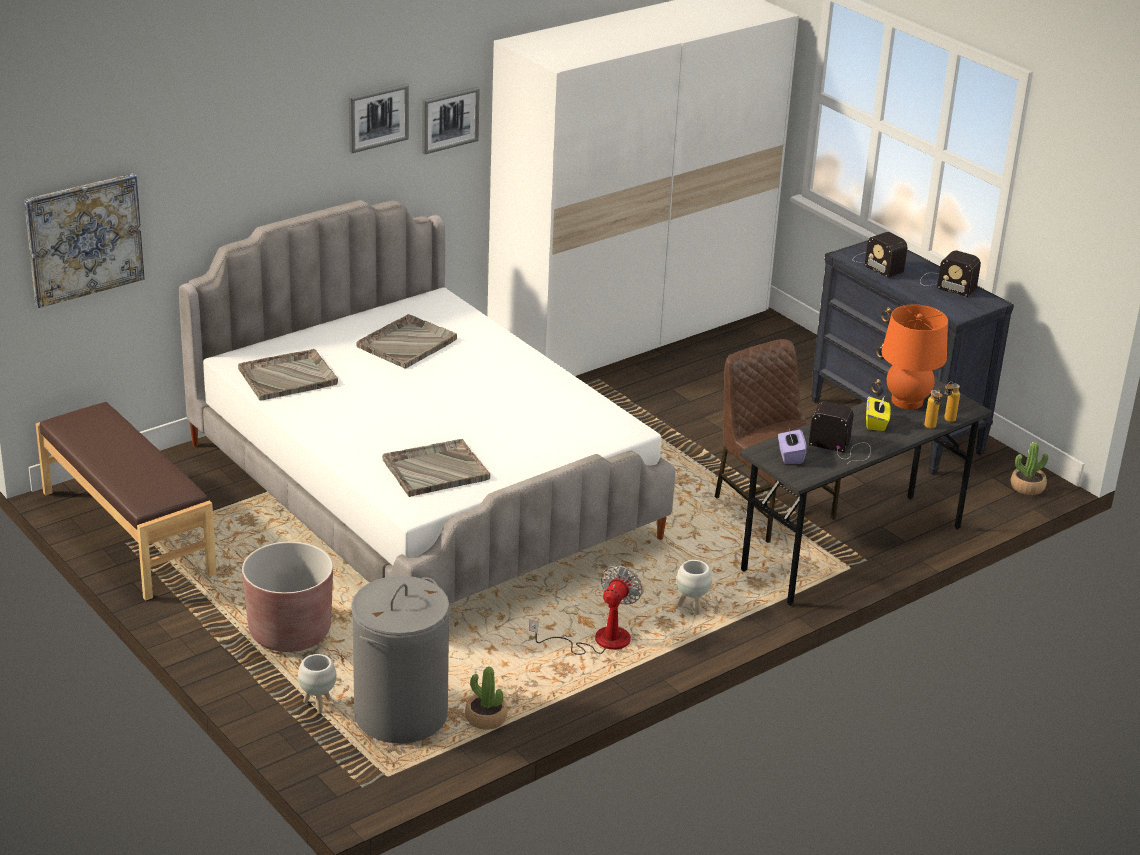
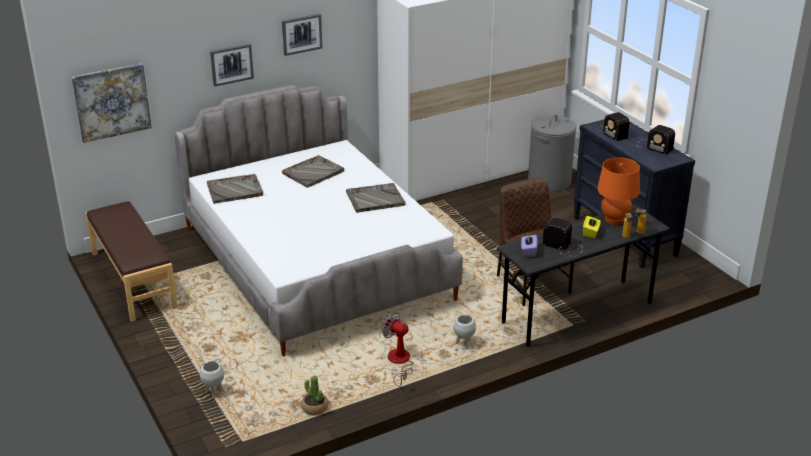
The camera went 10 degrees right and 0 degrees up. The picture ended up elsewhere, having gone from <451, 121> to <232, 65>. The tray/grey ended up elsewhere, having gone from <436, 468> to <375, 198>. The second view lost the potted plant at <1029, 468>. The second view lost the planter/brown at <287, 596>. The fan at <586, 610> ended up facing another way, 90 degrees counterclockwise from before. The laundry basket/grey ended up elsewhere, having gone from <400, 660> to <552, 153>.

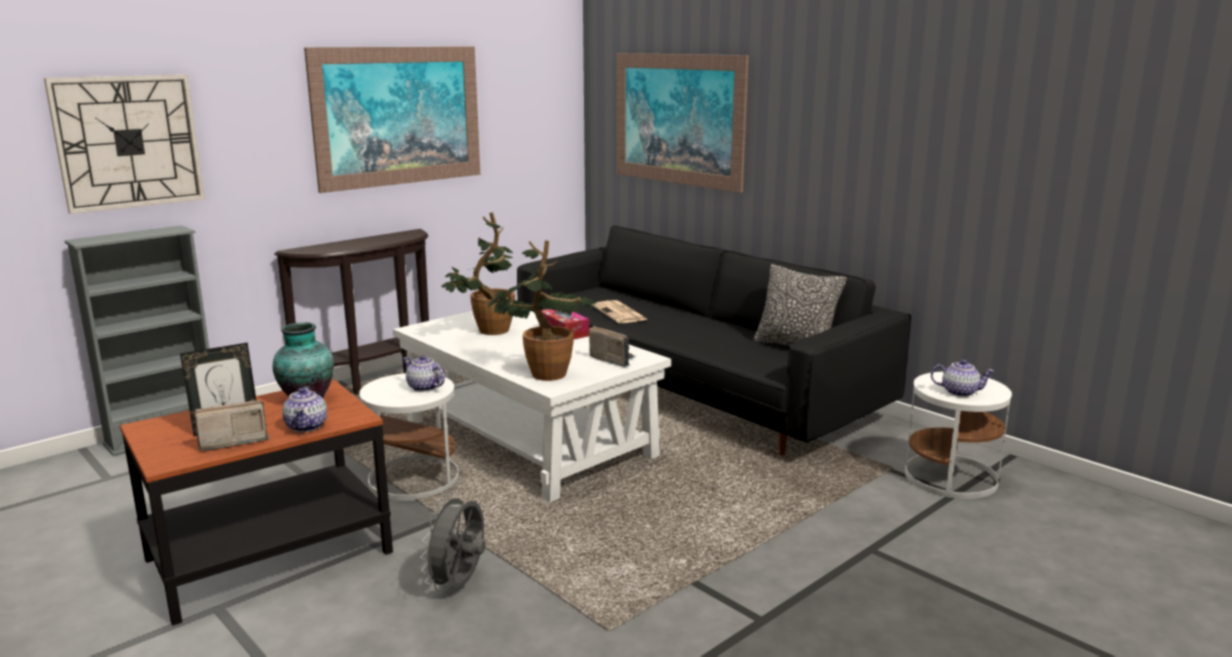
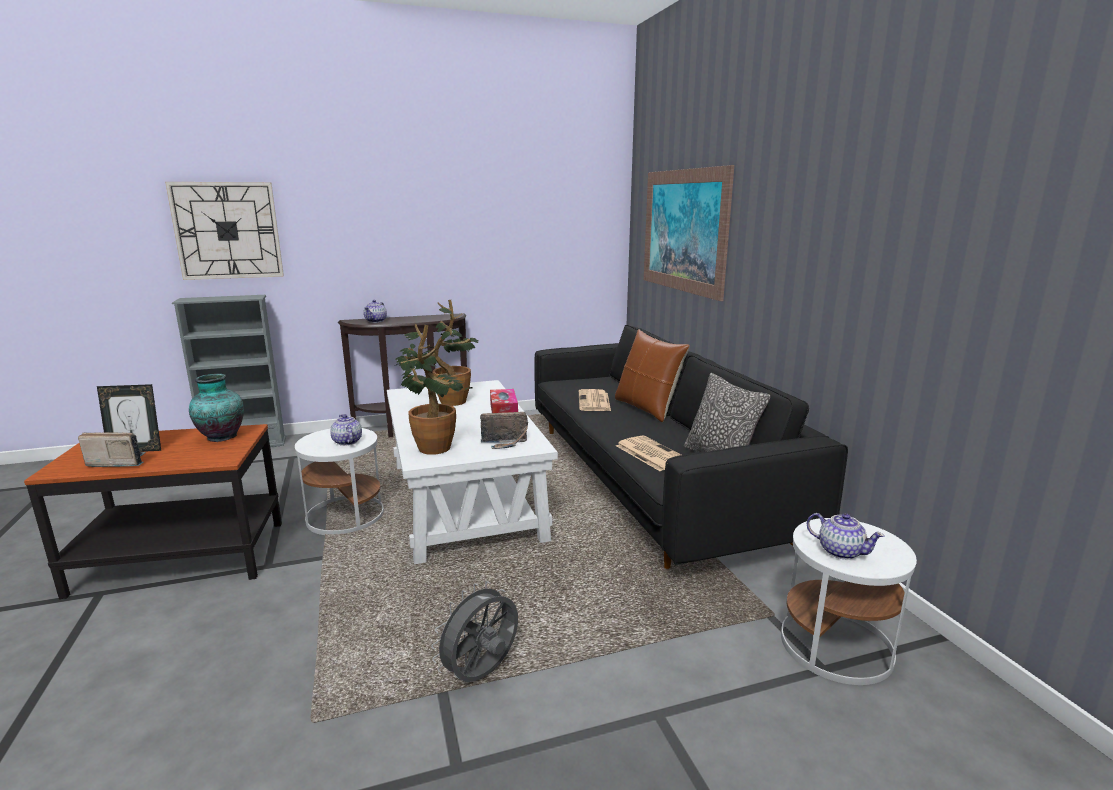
The camera went 25 degrees right and 0 degrees up. The second view lost the picture at <392, 119>. The radio at <612, 346> ended up facing another way, 105 degrees clockwise from before. The teapot ended up elsewhere, having gone from <304, 409> to <375, 311>. The fan/grey ended up elsewhere, having gone from <453, 541> to <474, 631>. The second view gained the pillow/brown at <652, 375>. The second view gained the newspaper at <648, 453>.

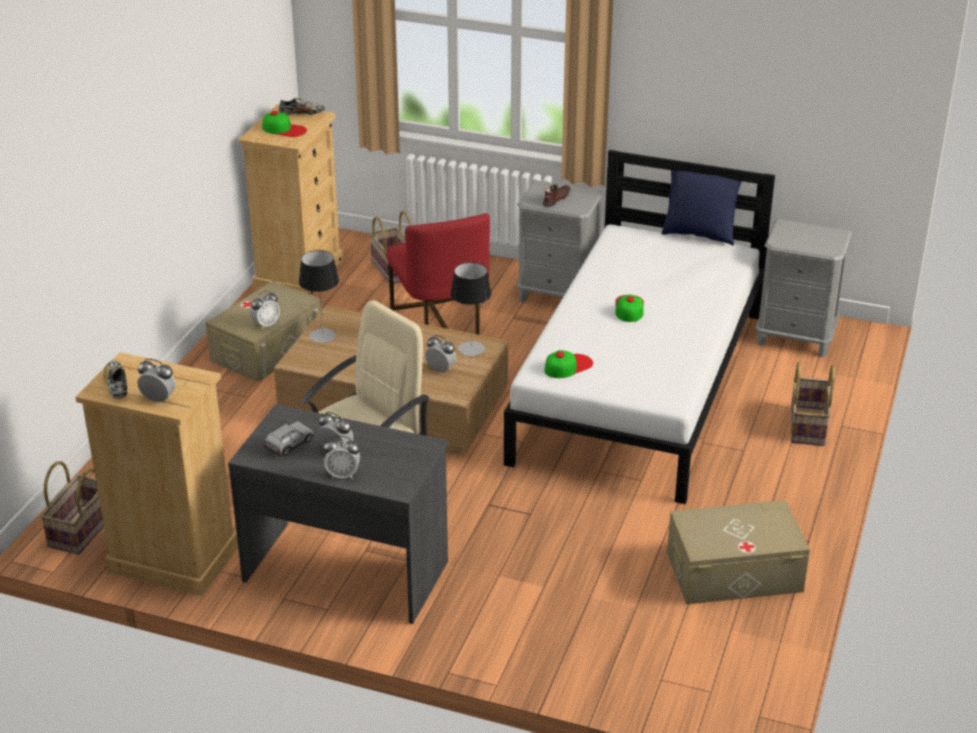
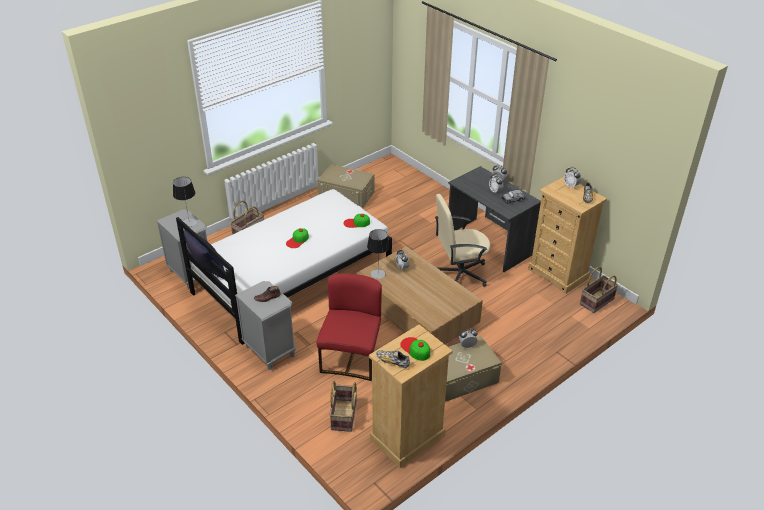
The camera went 150 degrees left and 5 degrees up. The table lamp ended up elsewhere, having gone from <319, 296> to <185, 202>.

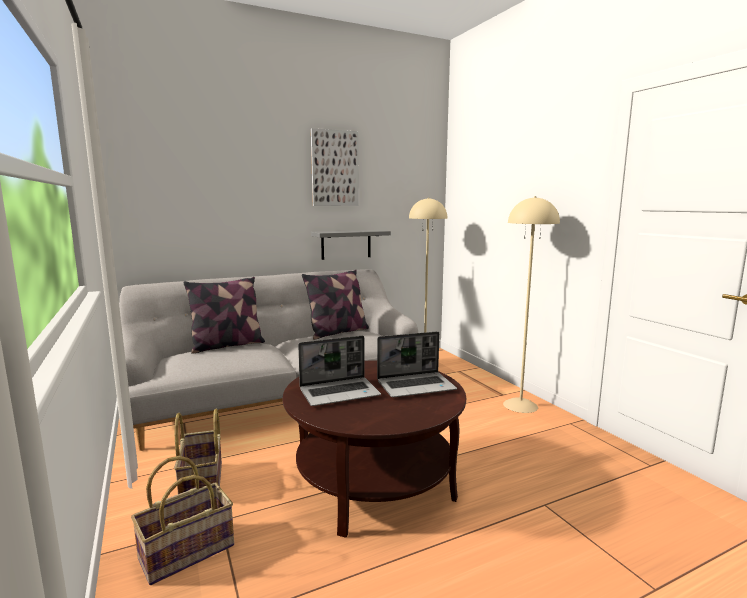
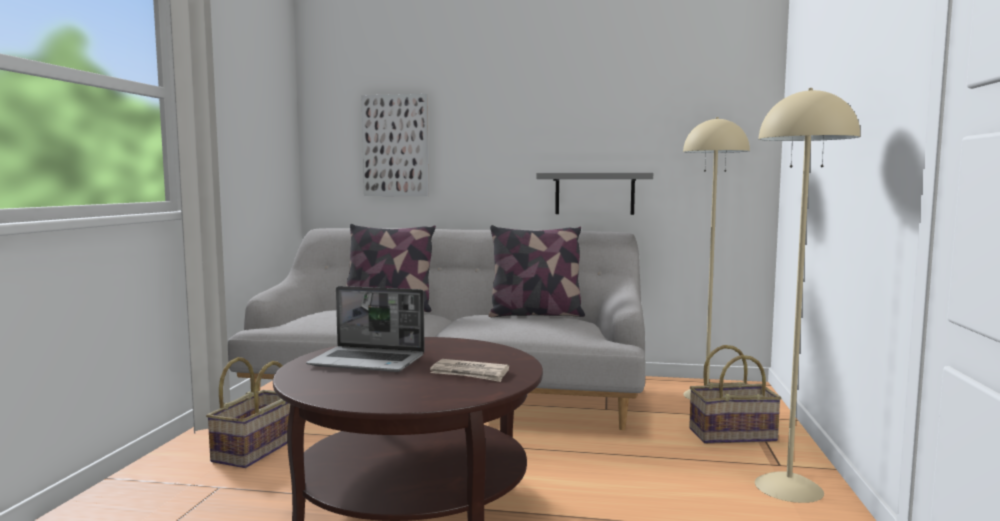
The camera went 35 degrees right and 5 degrees down. The picture ended up elsewhere, having gone from <335, 167> to <395, 145>. Where the laptop stood at <417, 364>, the newspaper came to stand at <469, 370>. The basket ended up elsewhere, having gone from <182, 520> to <735, 394>.

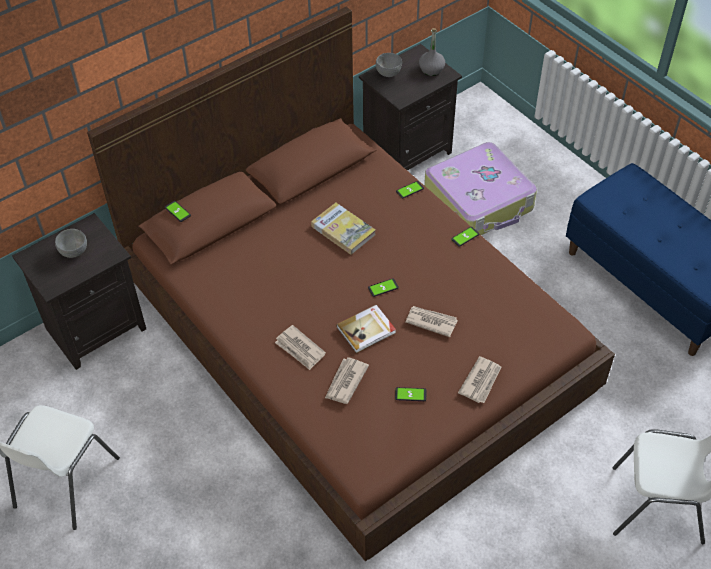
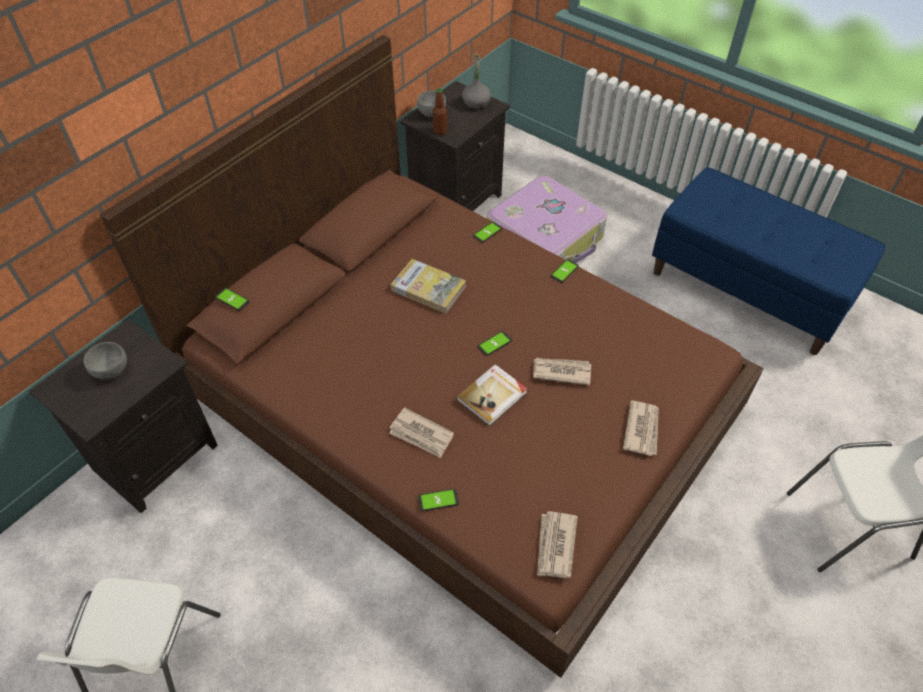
The camera went 15 degrees left and 0 degrees up. The newspaper ended up elsewhere, having gone from <347, 380> to <557, 544>. The phone ended up elsewhere, having gone from <410, 394> to <438, 500>. The second view gained the bottle at <440, 111>.

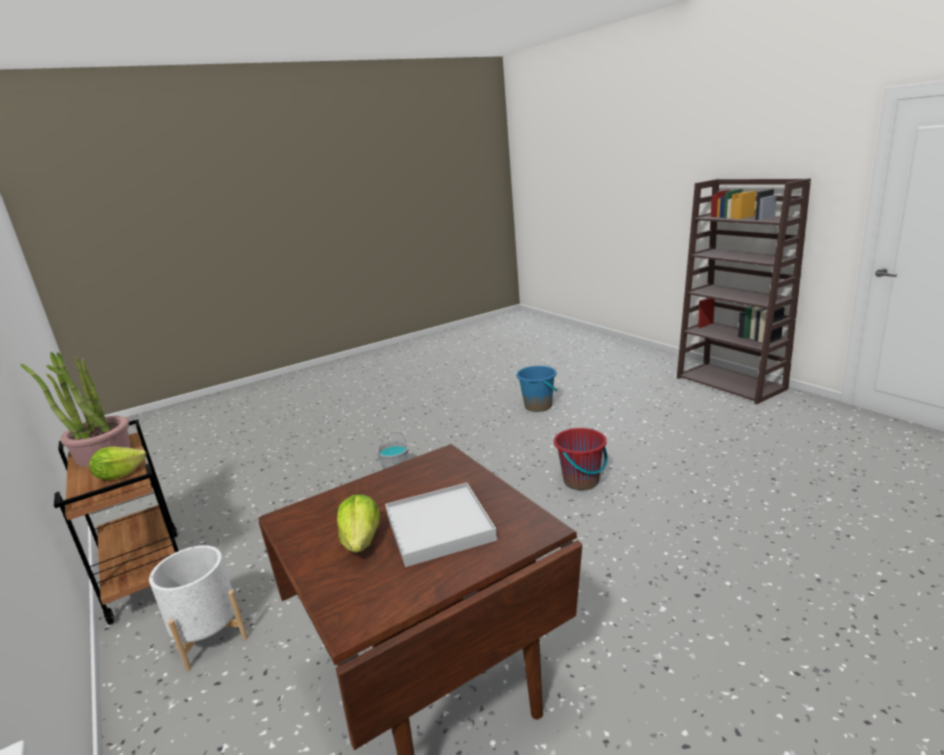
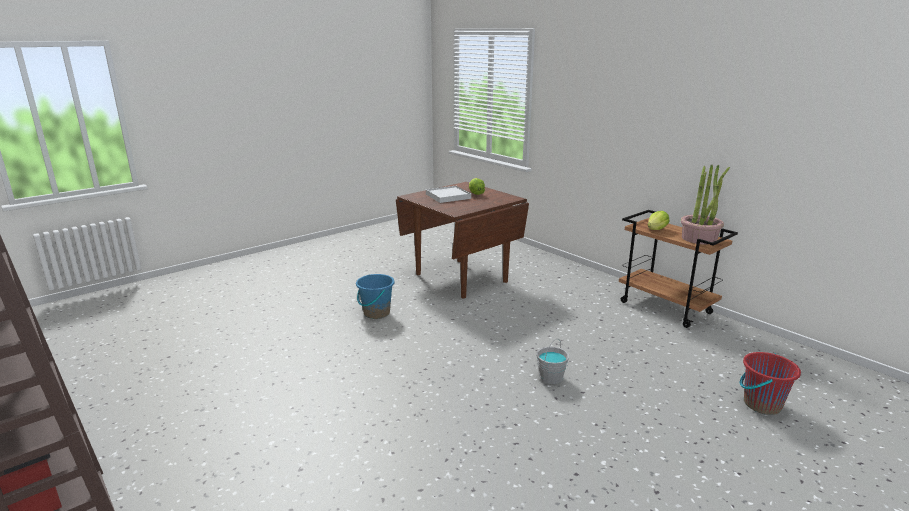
The camera went 170 degrees right and 0 degrees up. The bucket/blue ended up elsewhere, having gone from <537, 389> to <375, 296>. The bucket/red ended up elsewhere, having gone from <581, 459> to <770, 383>. The second view lost the planter/white at <198, 608>.

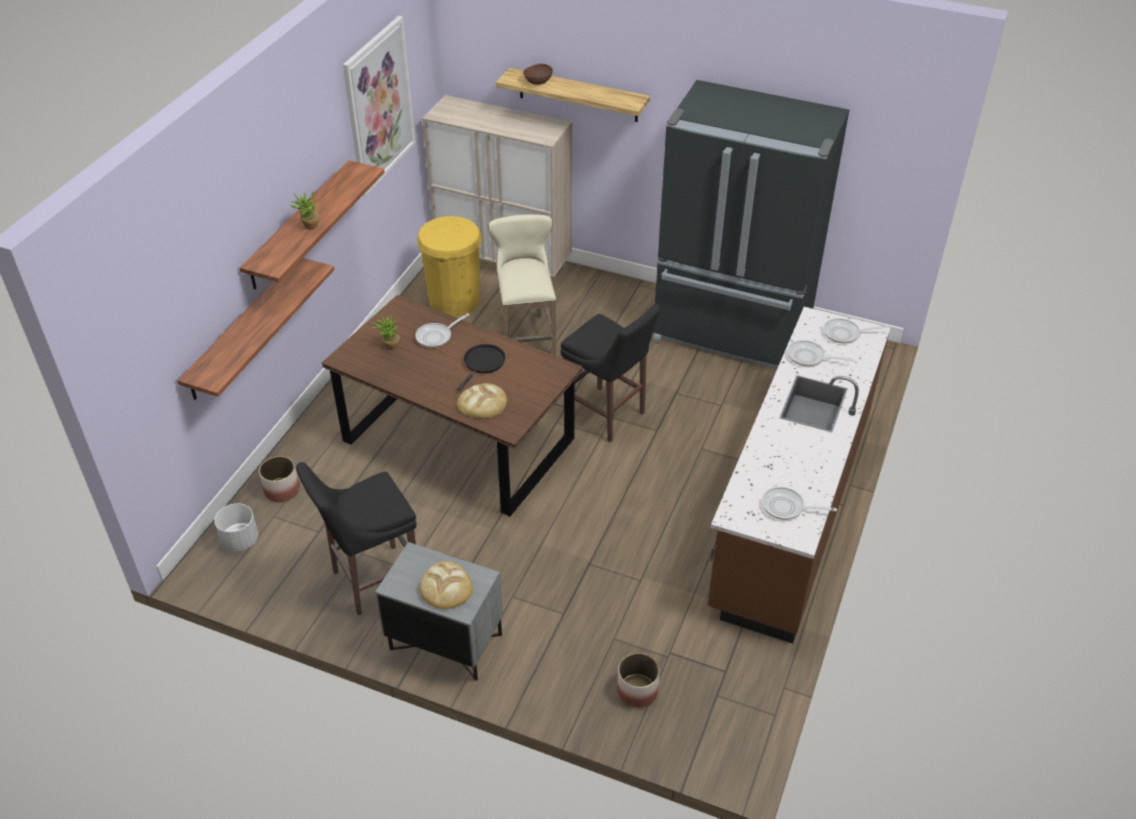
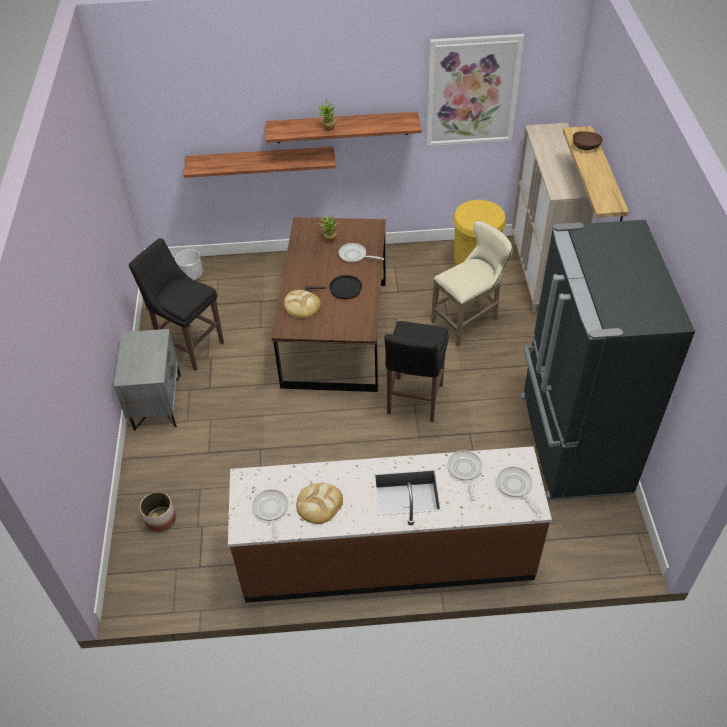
The camera went 65 degrees right and 5 degrees up. The second view lost the planter at <279, 479>. The bread ended up elsewhere, having gone from <446, 585> to <319, 503>.

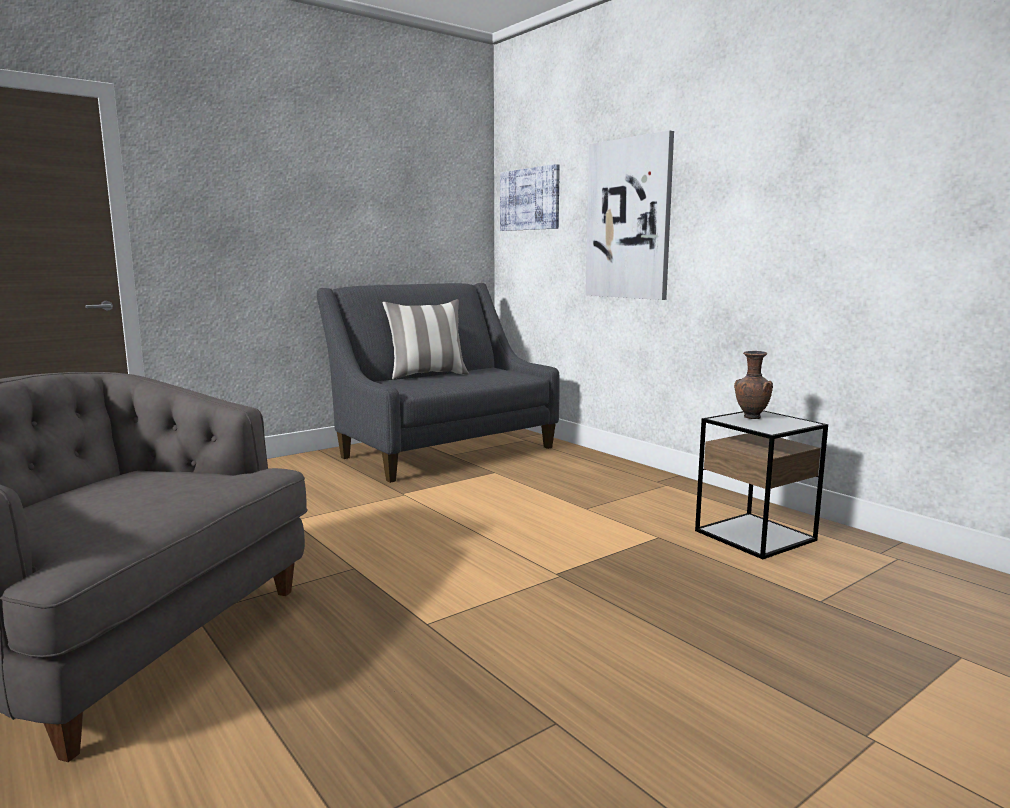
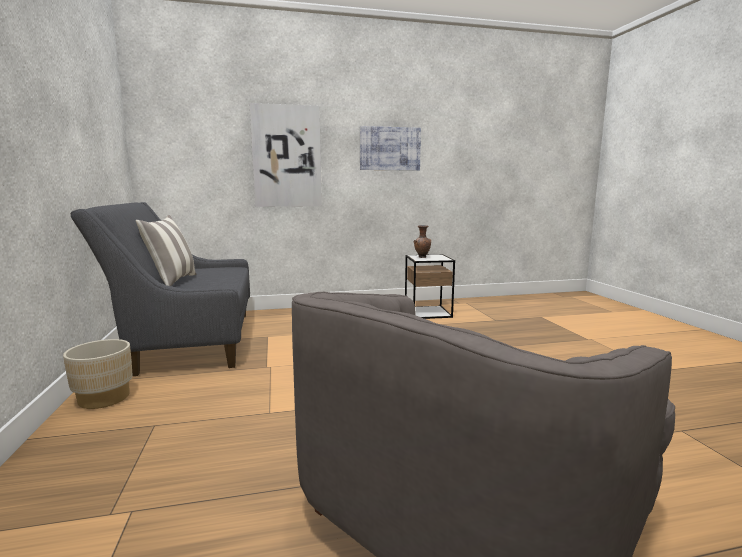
The camera went 65 degrees left and 0 degrees up. The picture ended up elsewhere, having gone from <530, 197> to <390, 148>. The second view gained the planter/beige at <98, 374>.

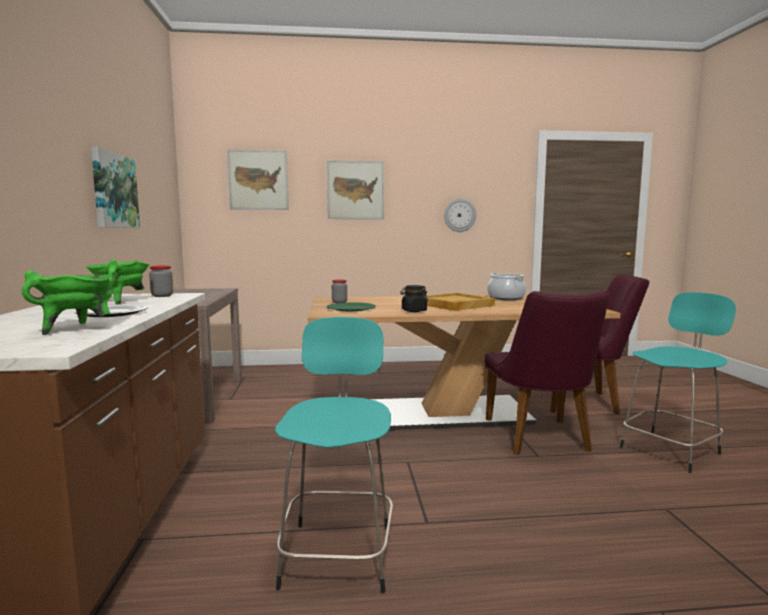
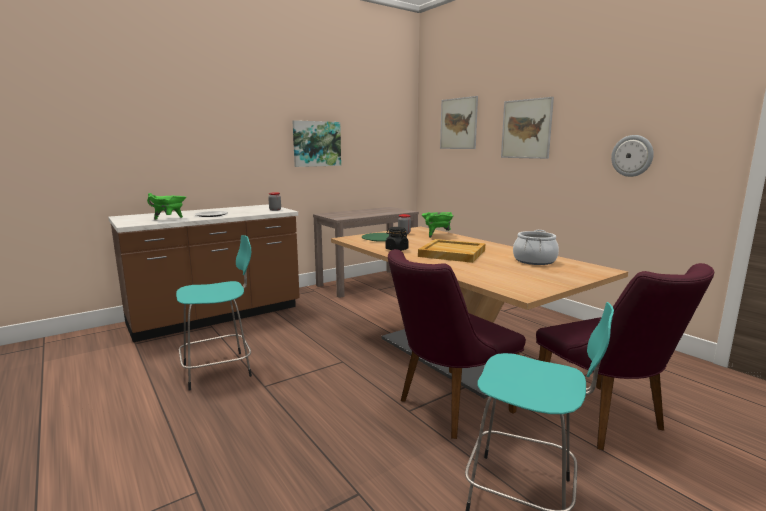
The camera went 60 degrees right and 5 degrees up. The cooking pot/green ended up elsewhere, having gone from <117, 282> to <438, 225>.

